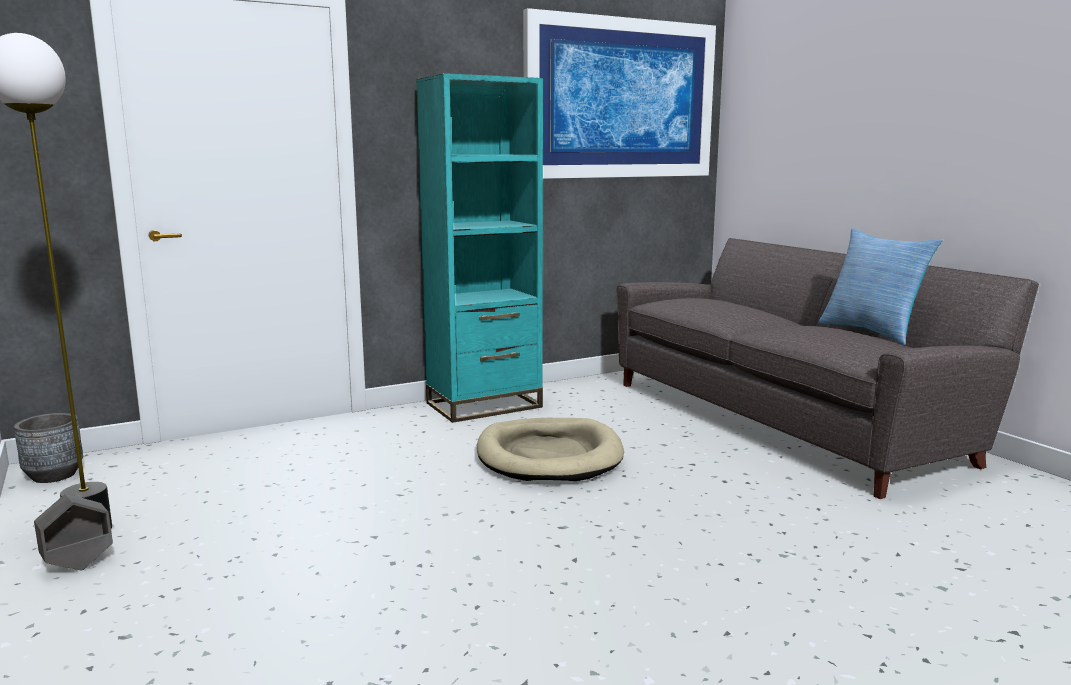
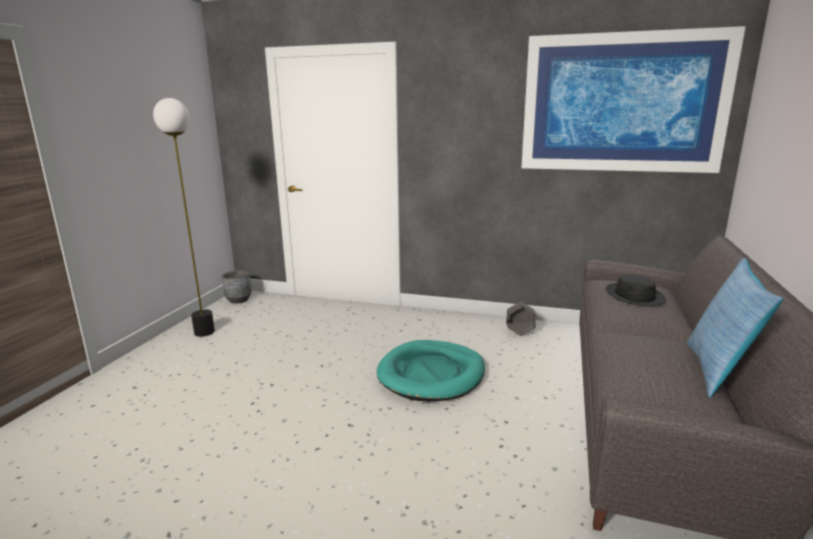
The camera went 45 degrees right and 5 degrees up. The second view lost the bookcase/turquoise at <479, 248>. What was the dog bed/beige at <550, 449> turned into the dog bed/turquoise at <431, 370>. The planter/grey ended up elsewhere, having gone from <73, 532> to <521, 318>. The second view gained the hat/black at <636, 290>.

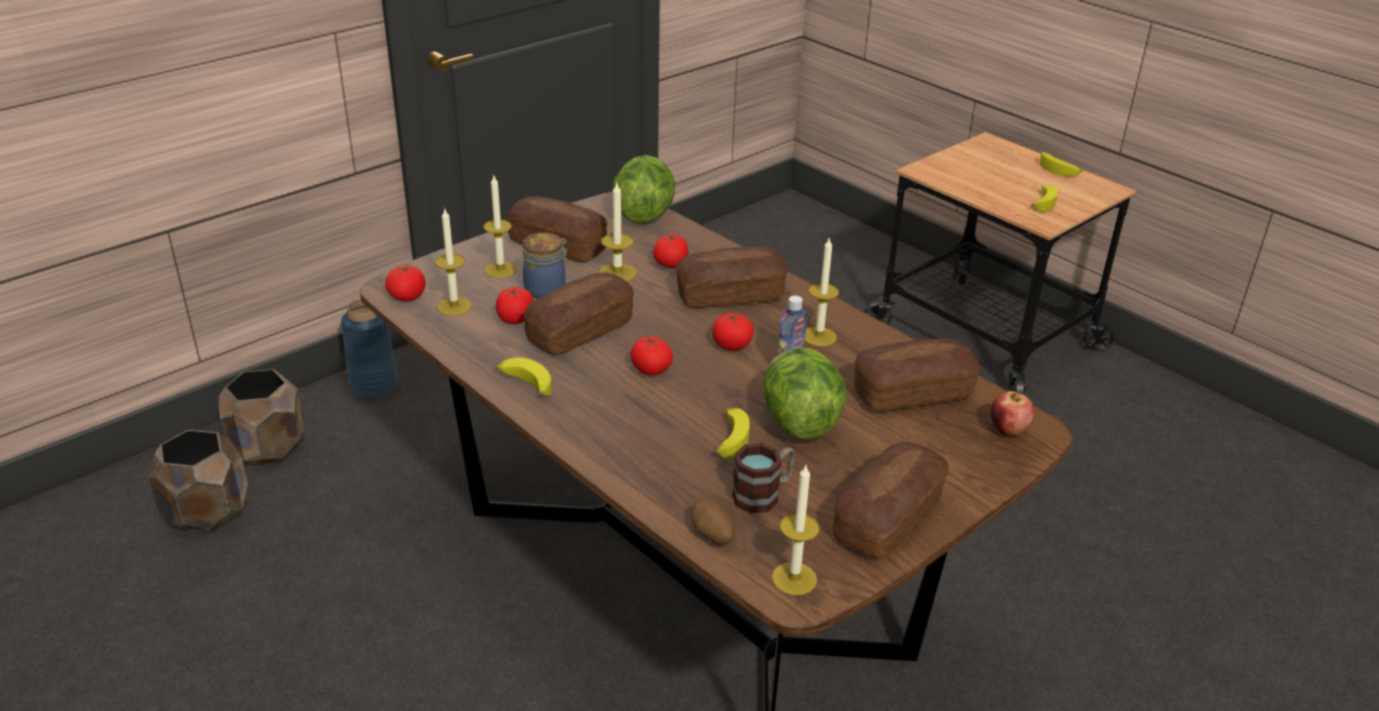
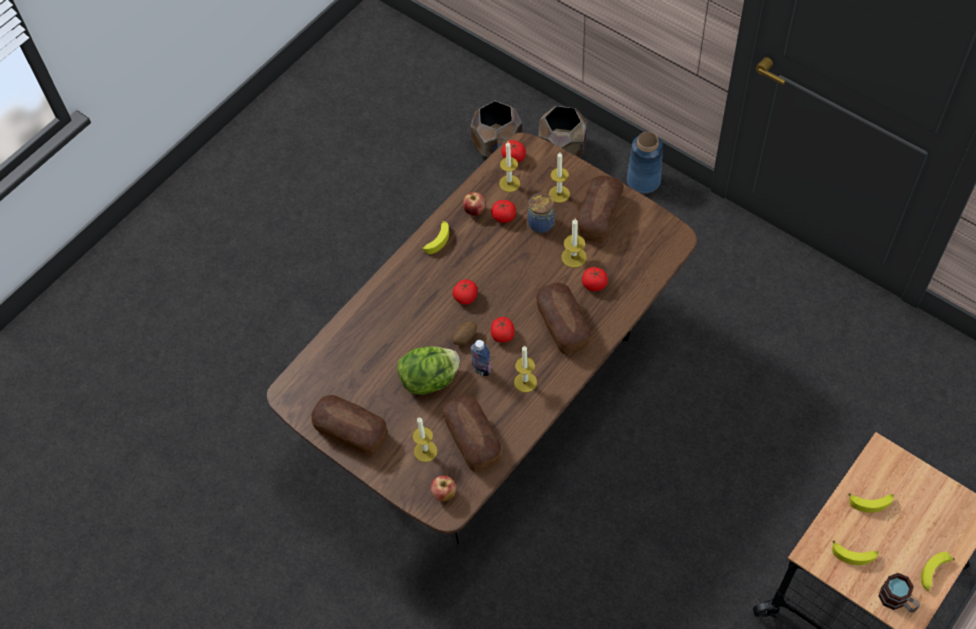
The camera went 85 degrees right and 25 degrees up. The second view lost the lettuce at <643, 190>. The second view lost the bread at <579, 313>. The banana ended up elsewhere, having gone from <731, 434> to <871, 503>. The mug ended up elsewhere, having gone from <763, 478> to <899, 593>. The candle ended up elsewhere, having gone from <796, 530> to <425, 439>. The potato ended up elsewhere, having gone from <713, 522> to <464, 333>. The second view gained the apple at <474, 204>.

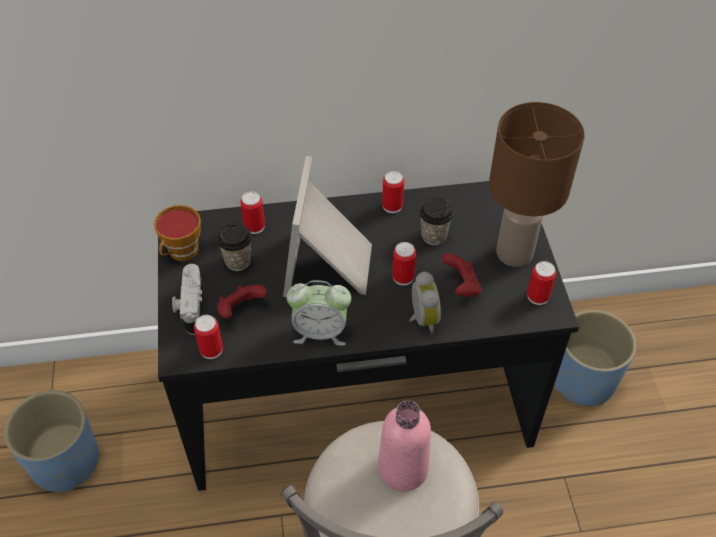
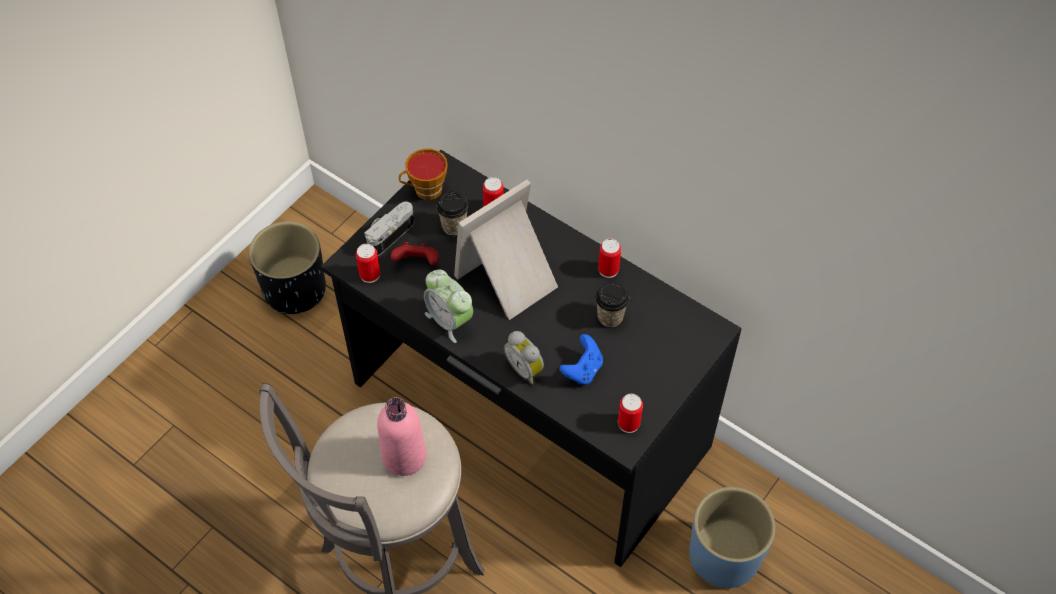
The camera went 45 degrees right and 5 degrees up. The second view lost the table lamp/brown at <537, 184>. The second view lost the can at <404, 264>. What was the game controller/red at <461, 275> turned into the game controller/blue at <581, 359>. The alarm clock at <425, 302> ended up facing another way, 105 degrees clockwise from before. What was the planter/blue at <51, 441> turned into the planter/black at <287, 267>.

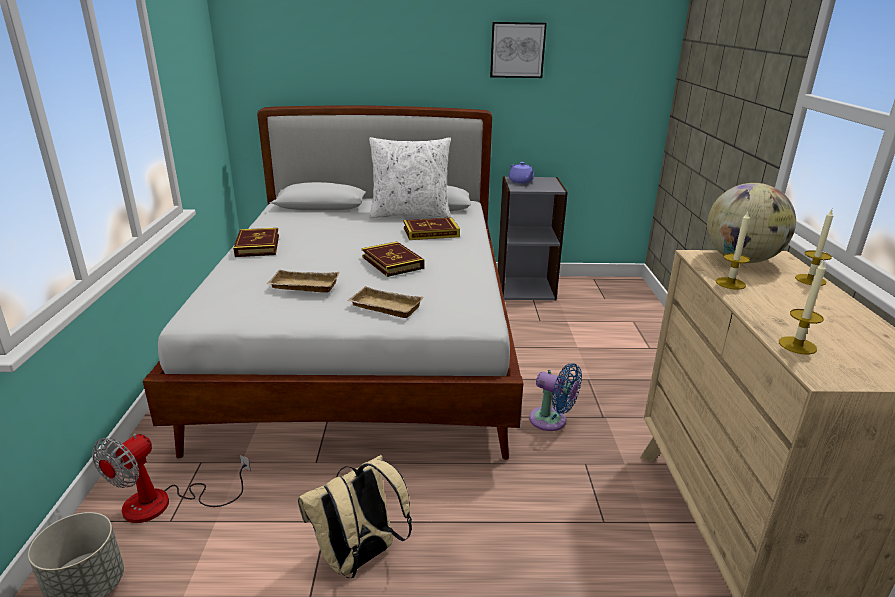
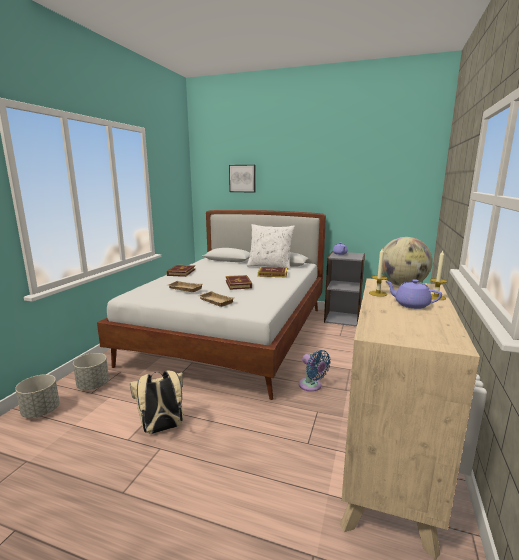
The camera went 20 degrees right and 10 degrees down. The picture ended up elsewhere, having gone from <518, 50> to <242, 178>. The second view lost the candle at <802, 307>. Where the fan stood at <171, 478>, the planter/grey came to stand at <91, 371>. The second view gained the teapot/purple at <413, 294>.

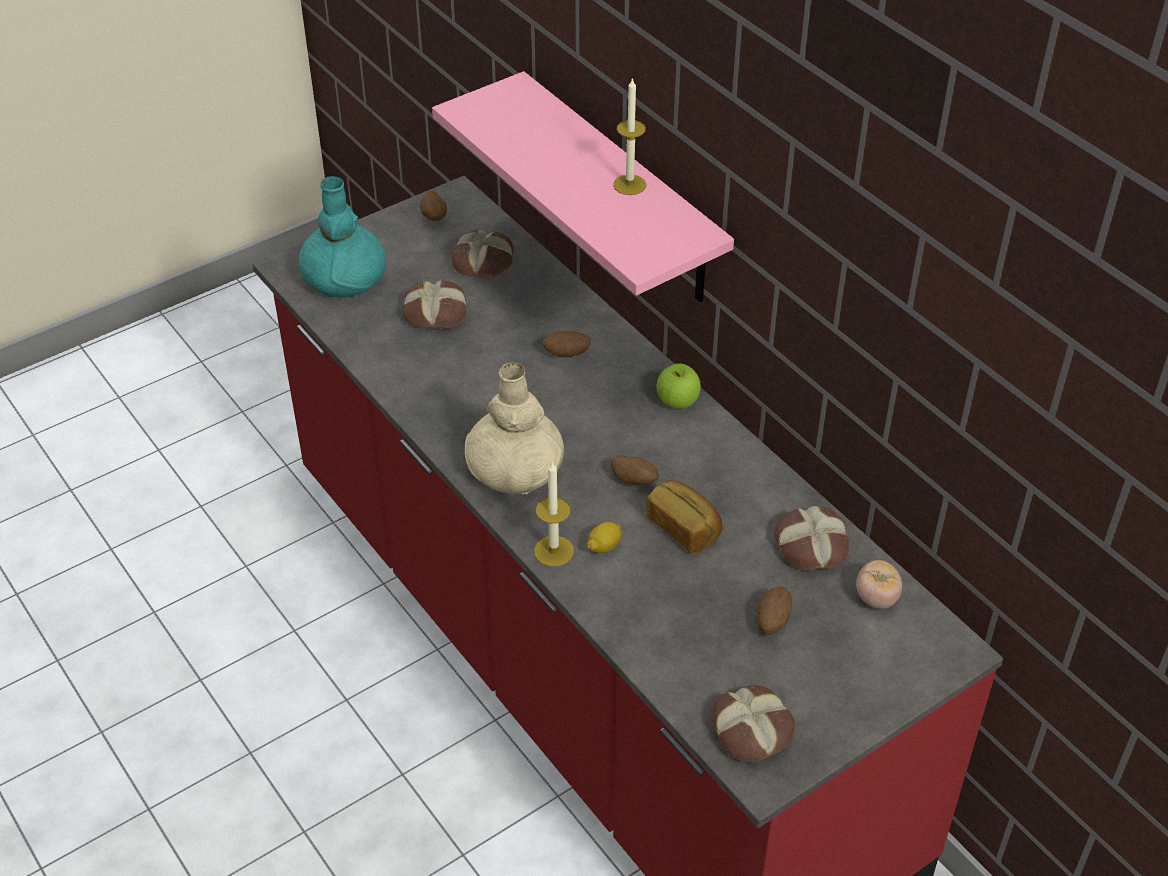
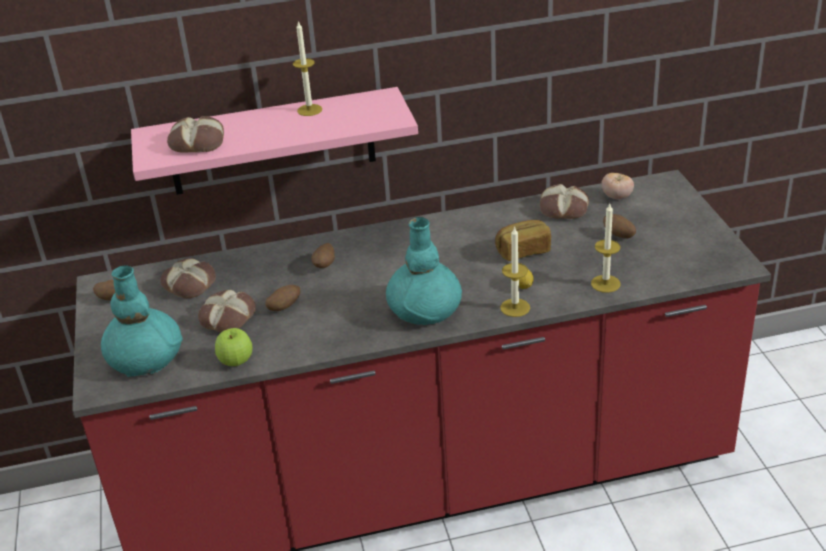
The camera went 65 degrees left and 10 degrees down. What was the vase/beige at <514, 428> turned into the vase/turquoise at <424, 271>. The apple ended up elsewhere, having gone from <678, 386> to <233, 347>. The potato ended up elsewhere, having gone from <635, 470> to <282, 298>. The bread ended up elsewhere, having gone from <753, 724> to <195, 134>. The second view gained the candle at <605, 248>.

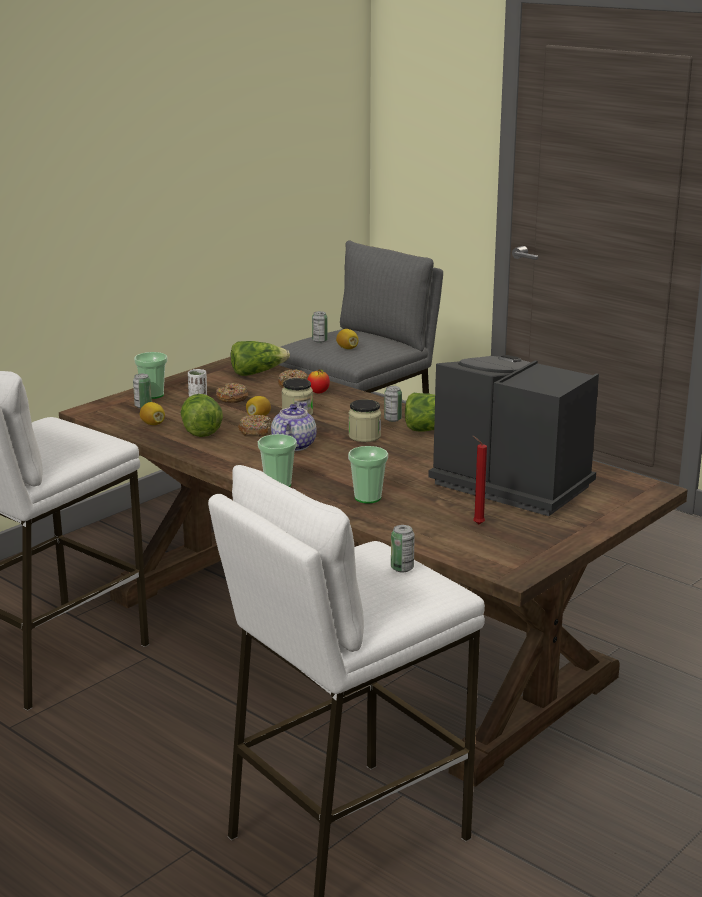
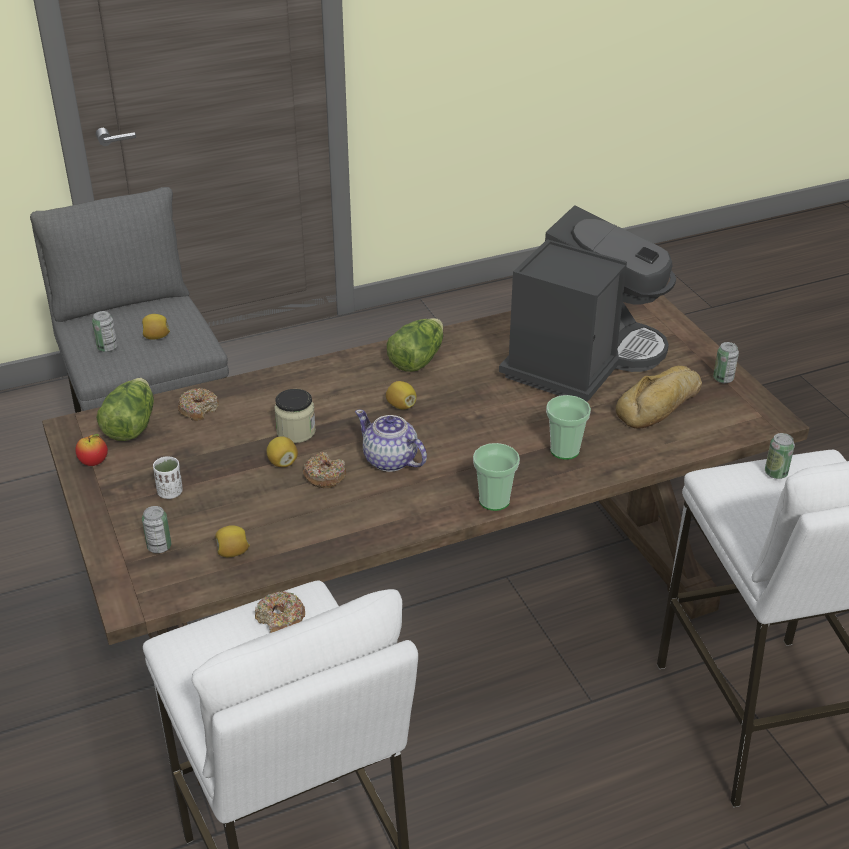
The camera went 65 degrees left and 15 degrees up. The second view lost the cup at <150, 375>. The coffee machine at <513, 435> ended up facing another way, 150 degrees clockwise from before. The apple ended up elsewhere, having gone from <319, 381> to <91, 450>. The donut ended up elsewhere, having gone from <232, 393> to <280, 612>. The can ended up elsewhere, having gone from <393, 404> to <726, 362>. The second view lost the lettuce at <201, 415>. Where the jar stood at <365, 420>, the lemon came to stand at <401, 395>. Where the candle/red stood at <480, 480>, the bread came to stand at <659, 397>.

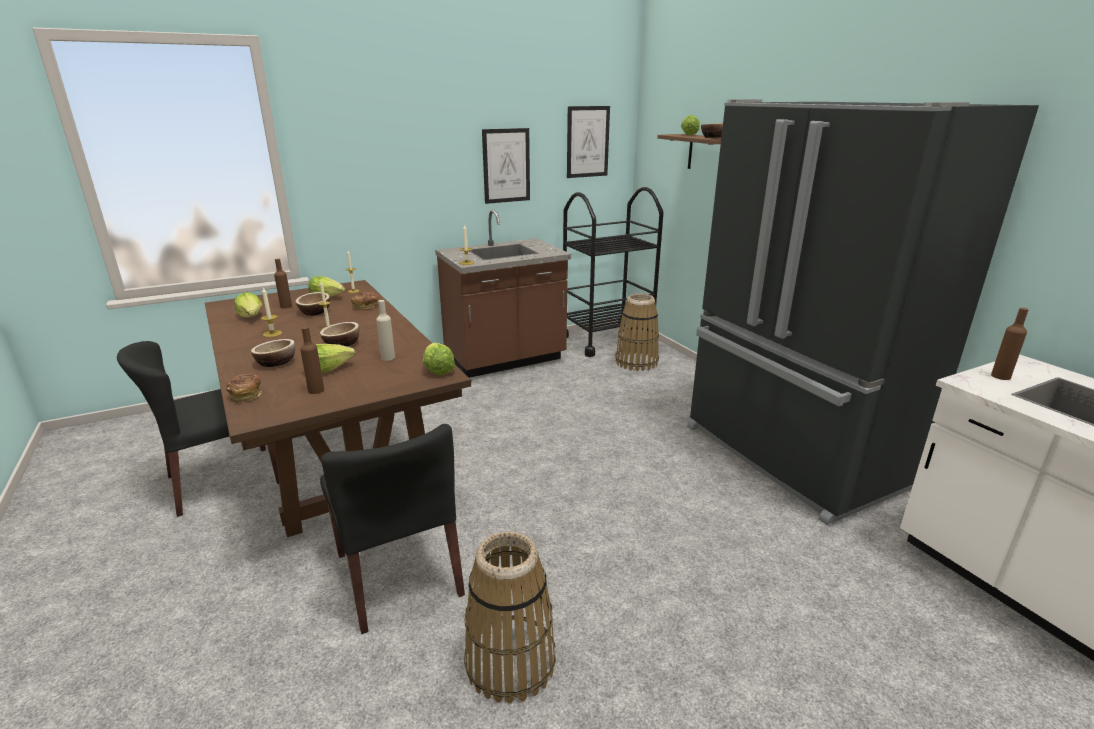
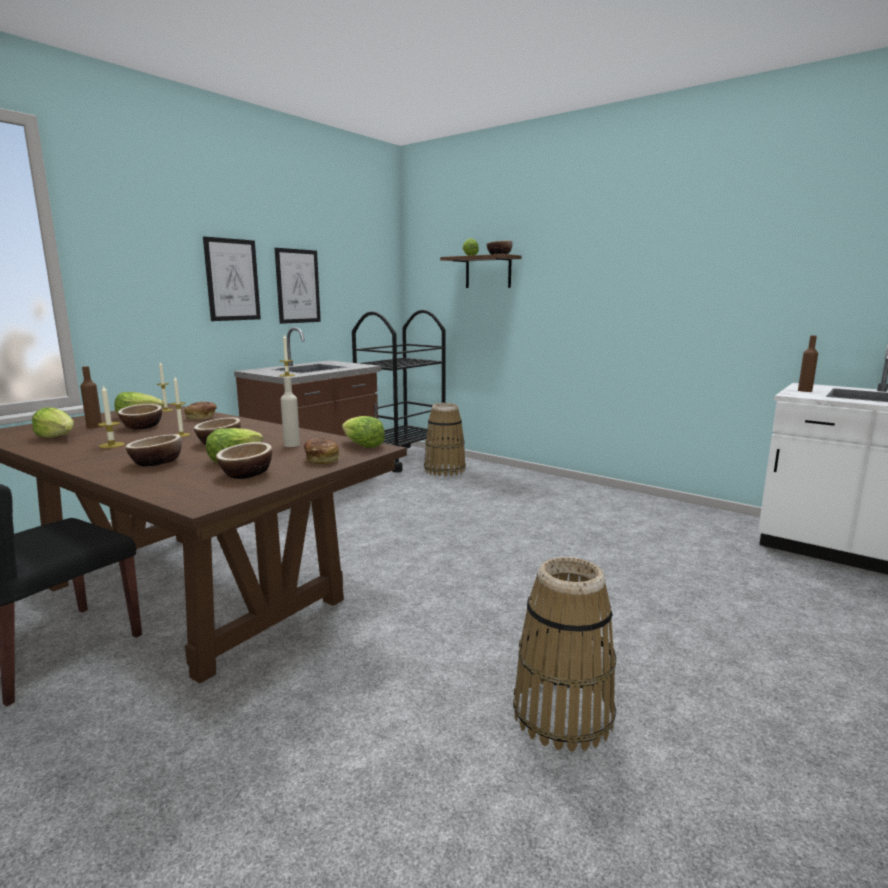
The camera went 25 degrees left and 10 degrees down. The second view lost the fridge/black at <863, 312>. The picture ended up elsewhere, having gone from <588, 142> to <232, 279>. Where the bottle/brown stood at <312, 360>, the bowl came to stand at <244, 460>. The bread ended up elsewhere, having gone from <243, 388> to <321, 451>. The second view lost the chair/black at <392, 529>.

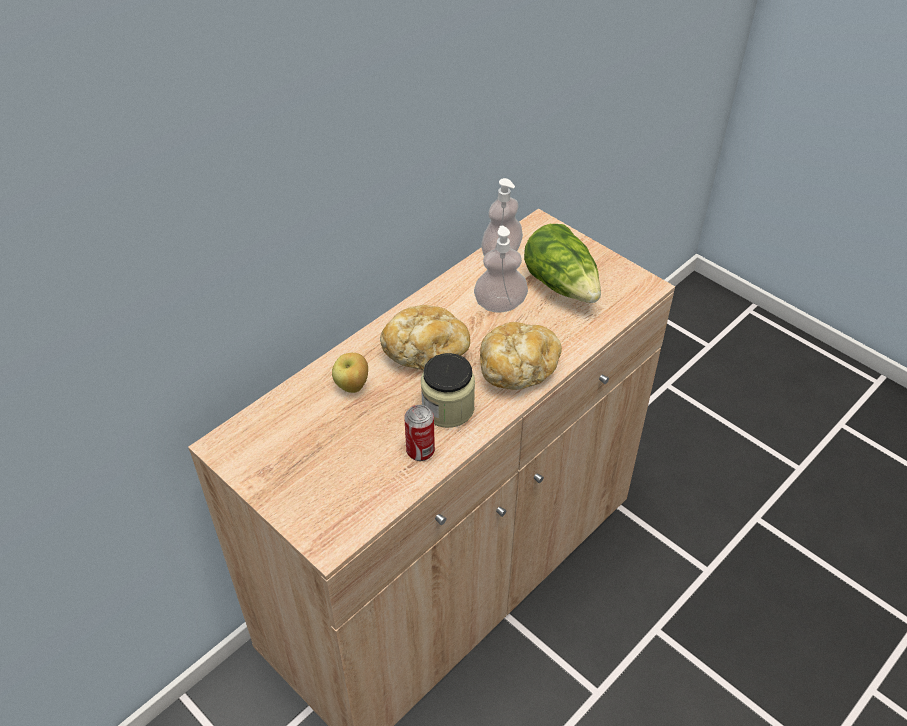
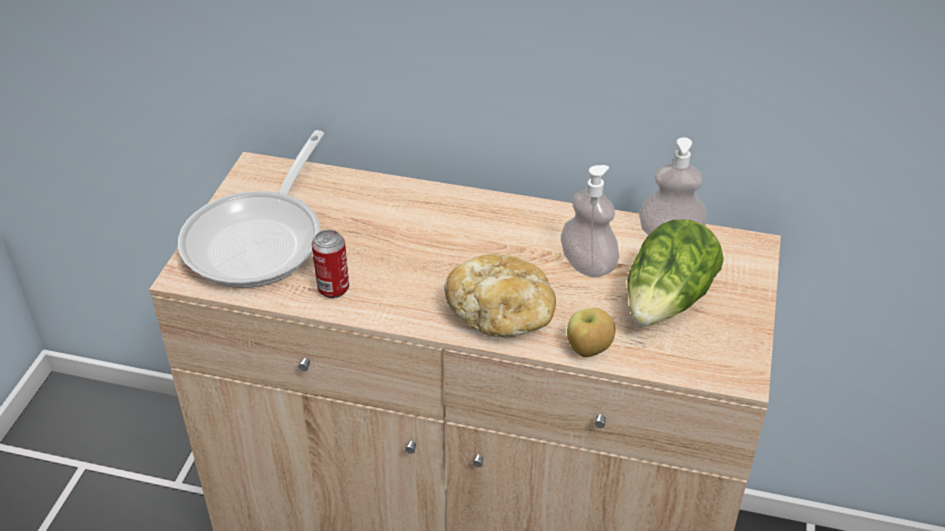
The camera went 60 degrees right and 5 degrees down. The second view lost the bread at <425, 337>. The apple ended up elsewhere, having gone from <350, 373> to <591, 332>. The second view lost the jar at <448, 390>. The second view gained the frying pan at <251, 209>.

